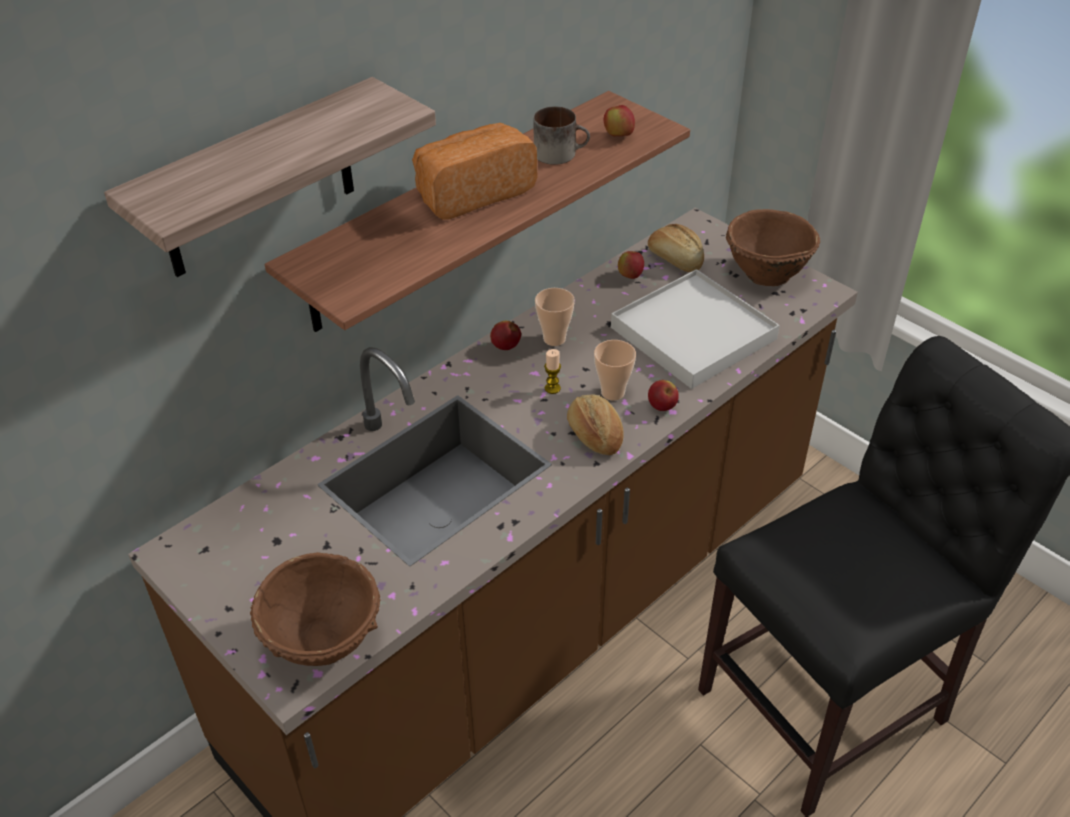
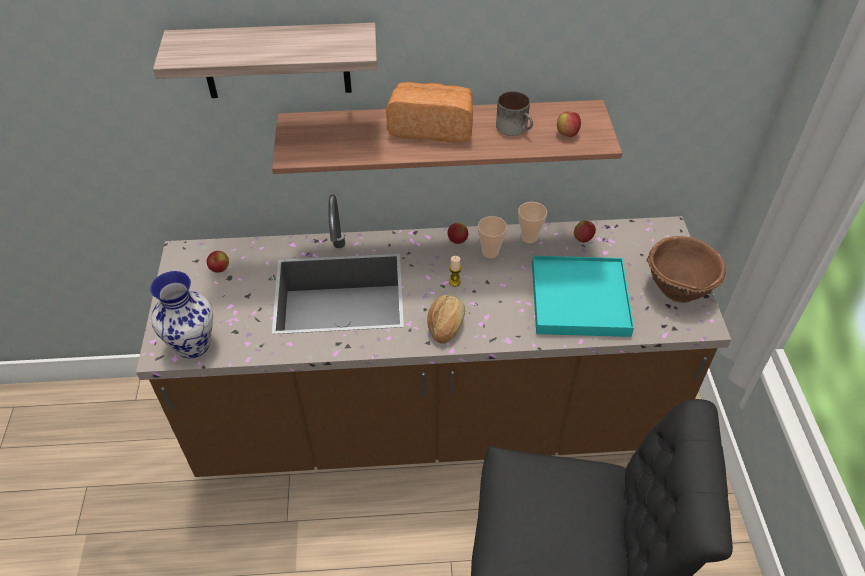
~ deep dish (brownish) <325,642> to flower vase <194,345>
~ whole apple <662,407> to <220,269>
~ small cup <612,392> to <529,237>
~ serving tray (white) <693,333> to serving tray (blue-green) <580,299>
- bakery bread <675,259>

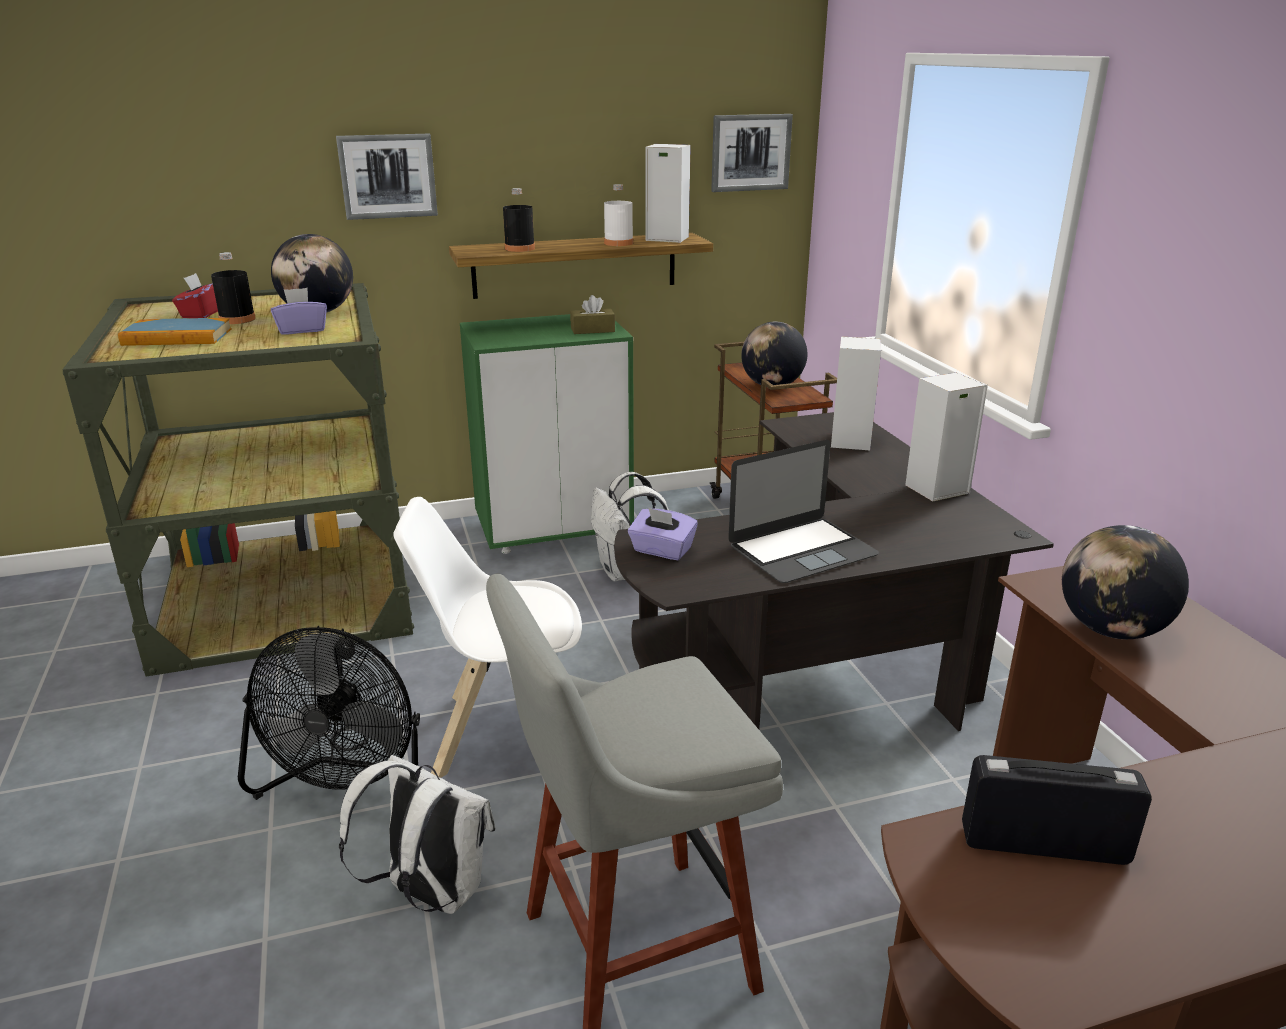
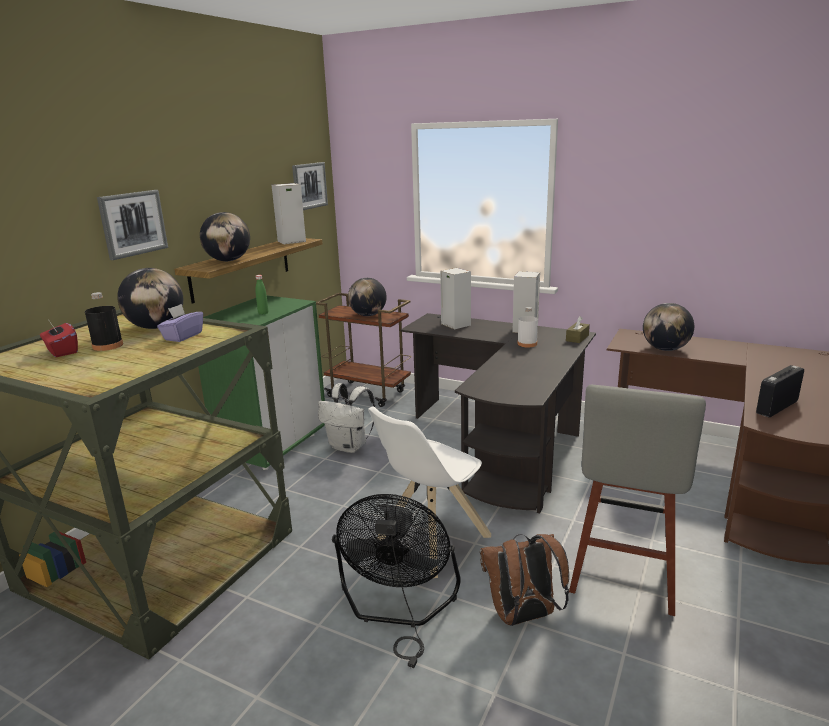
~ beverage bottle (blackish) <519,248> to world globe <228,260>
+ beverage bottle (green-coloured) <263,313>
~ electric fan (blackish) <346,783> = <397,611> 135 degrees counterclockwise
~ backpack (white) <430,893> to backpack (brownish) <522,617>
~ beverage bottle (white) <618,243> to <527,344>
~ tissue box (brownish) <592,330> to <577,338>
- volume <177,337>
- tissue box (purple-coloured) <662,550>
- laptop <802,550>

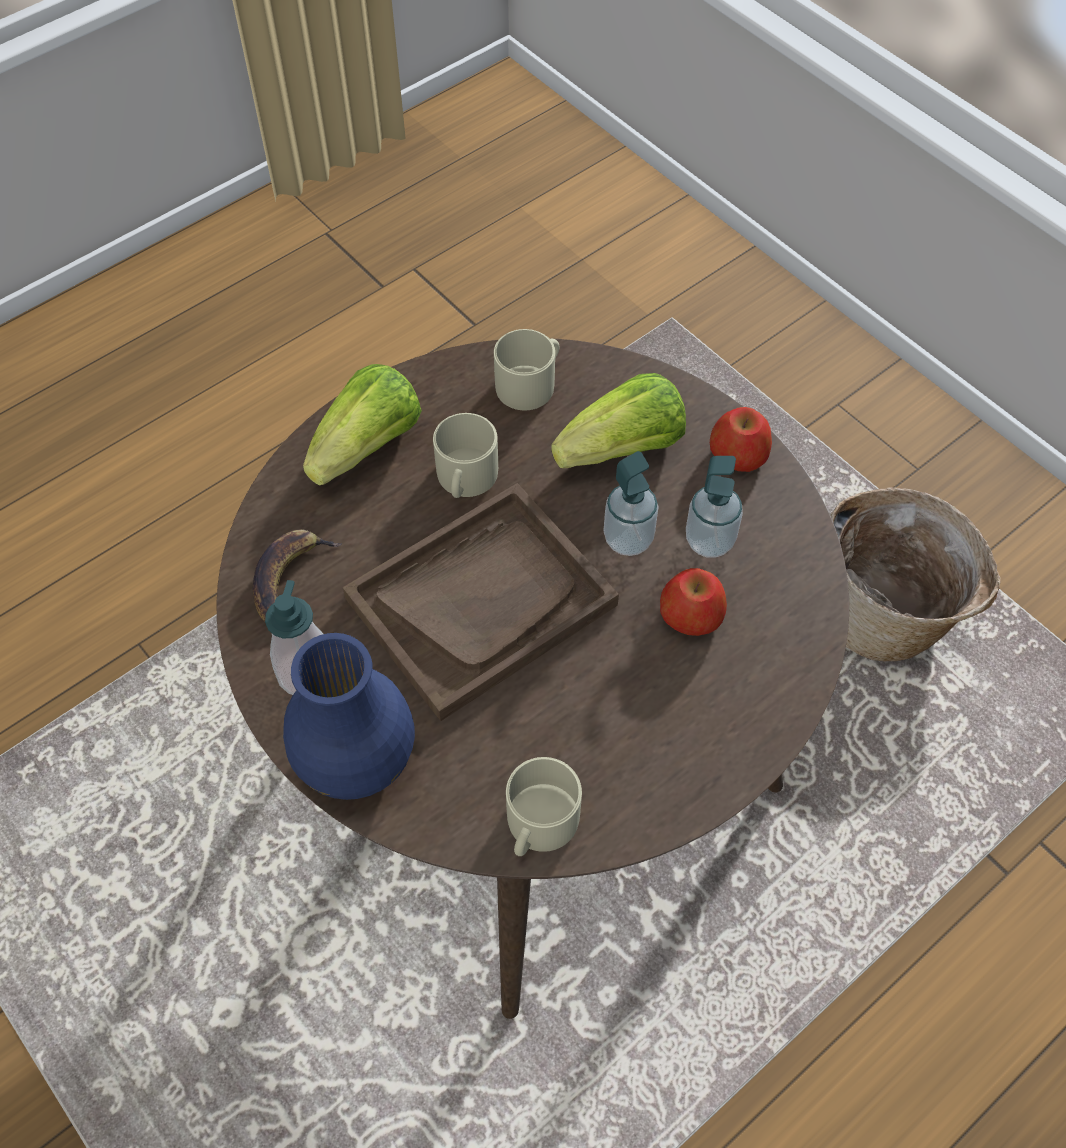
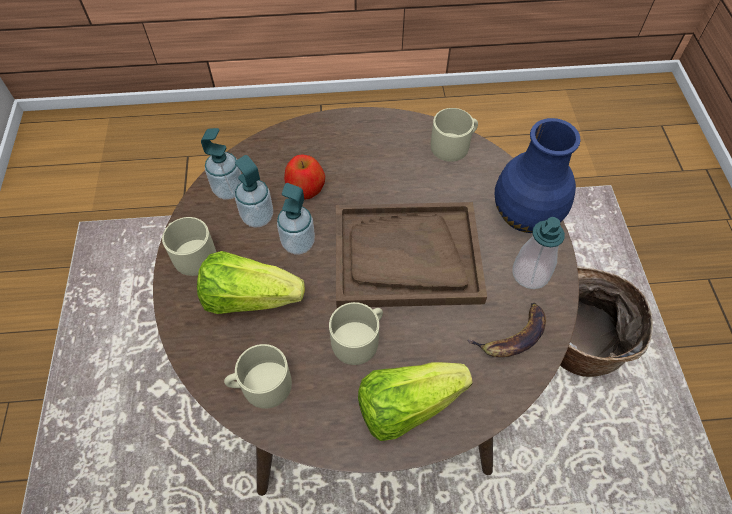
~ whole apple <737,455> to tea mug (sand-coloured) <191,253>
+ soap bottle <228,190>
~ household basket <887,613> to <575,343>

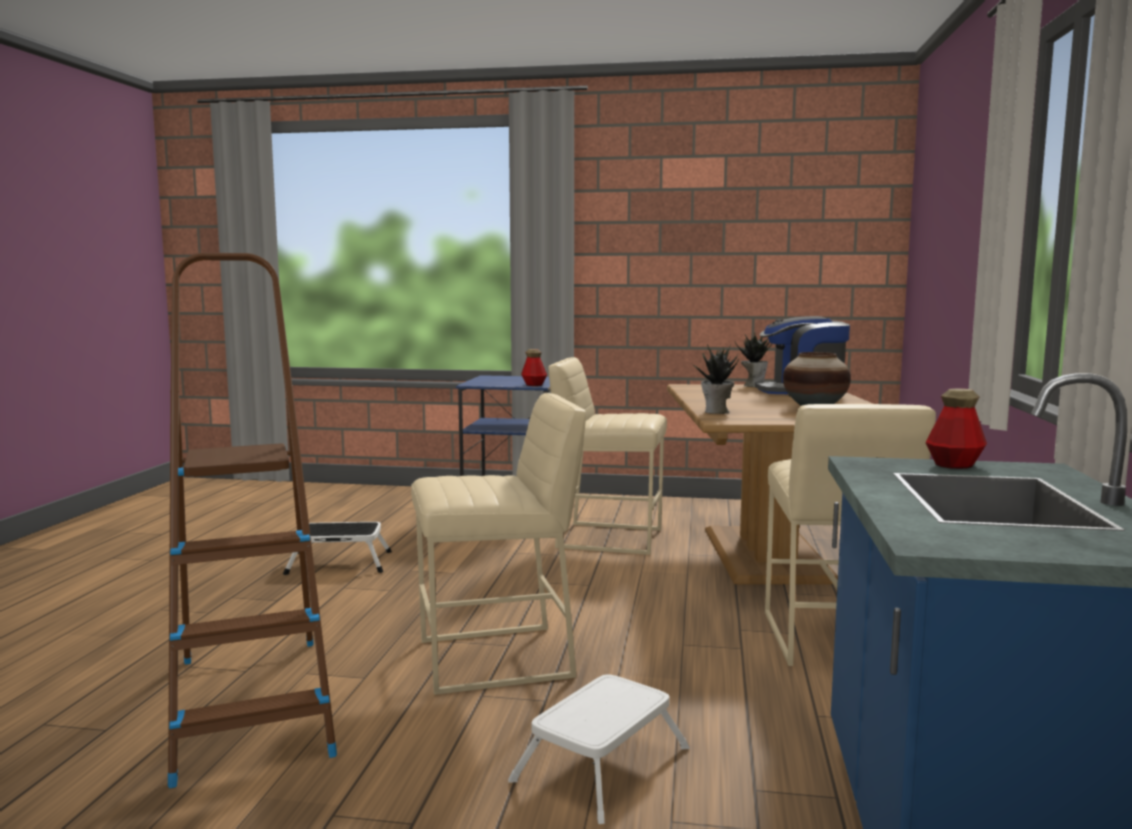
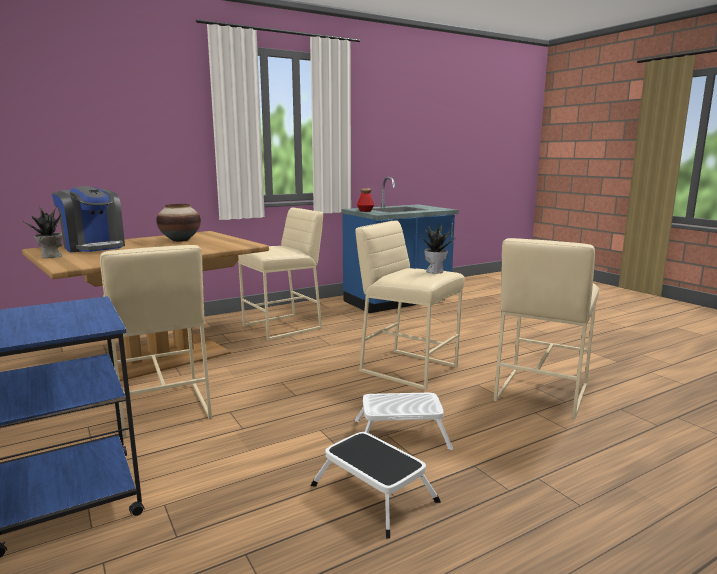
~ stepladder (white) <601,763> to <401,434>
~ houseplant <716,412> to <435,271>
~ stepladder (brownish) <252,704> to stool (sand-coloured) <541,393>
- beverage bottle <534,385>

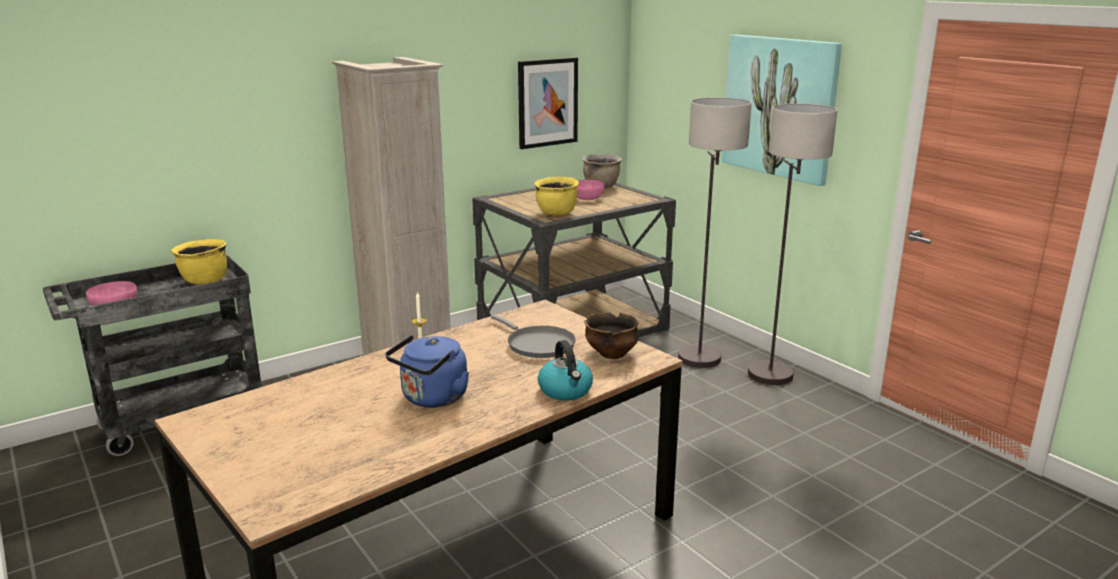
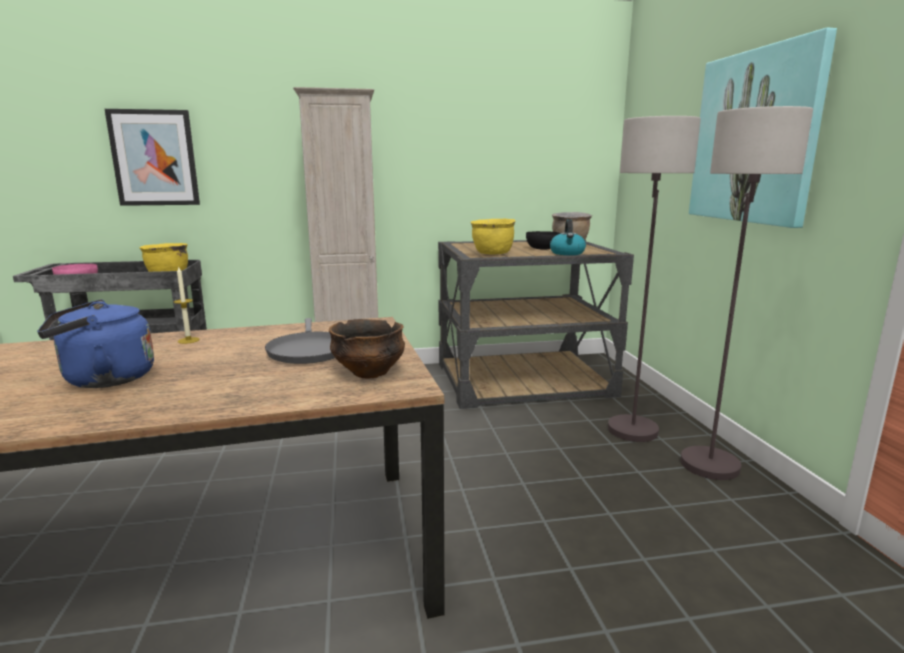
~ wall picture <547,102> to <154,158>
~ deep dish (pinkish) <587,198> to deep dish (blackish) <542,248>
~ kettle <566,390> to <567,253>

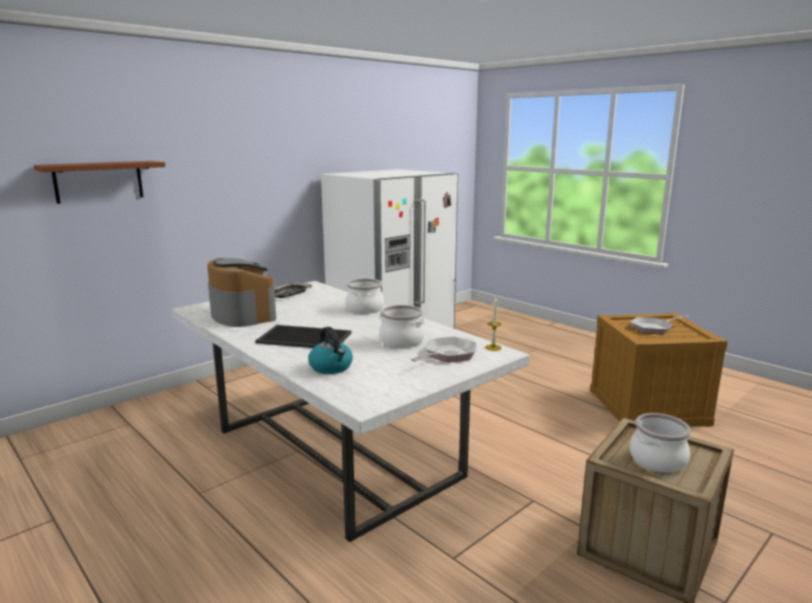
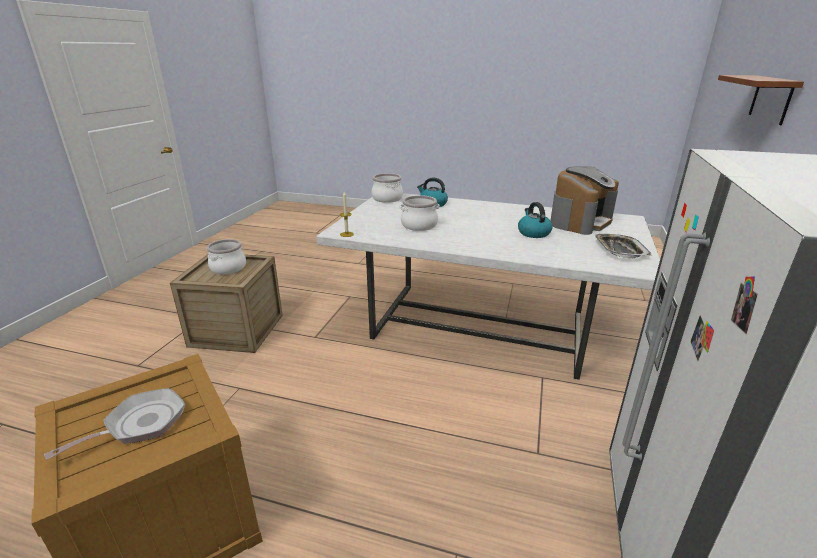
~ cooking pot <364,309> to <387,198>
+ kettle <533,233>
~ coffee brewer <242,314> = <580,221> 75 degrees counterclockwise
- serving tray <303,338>
- frying pan <447,355>

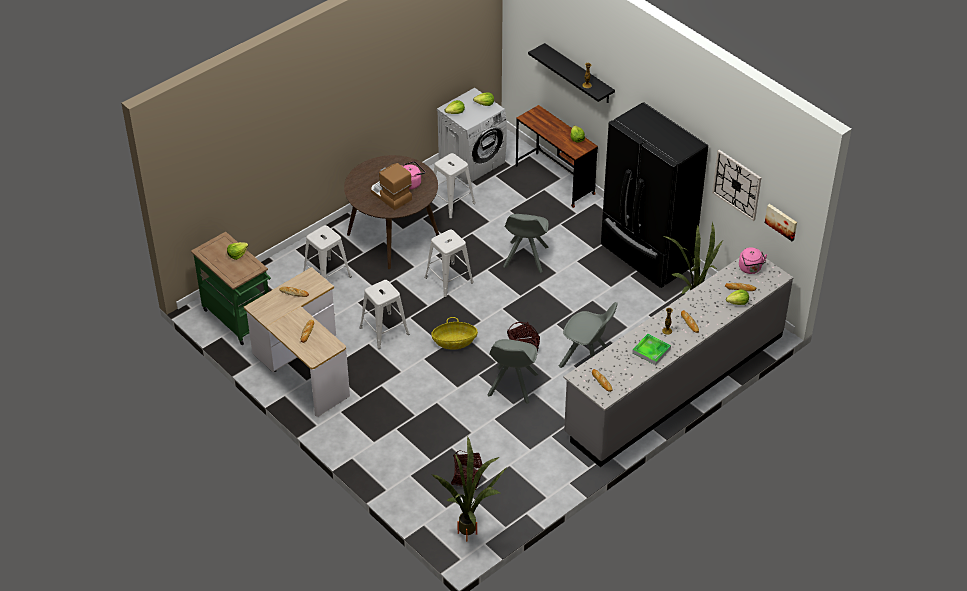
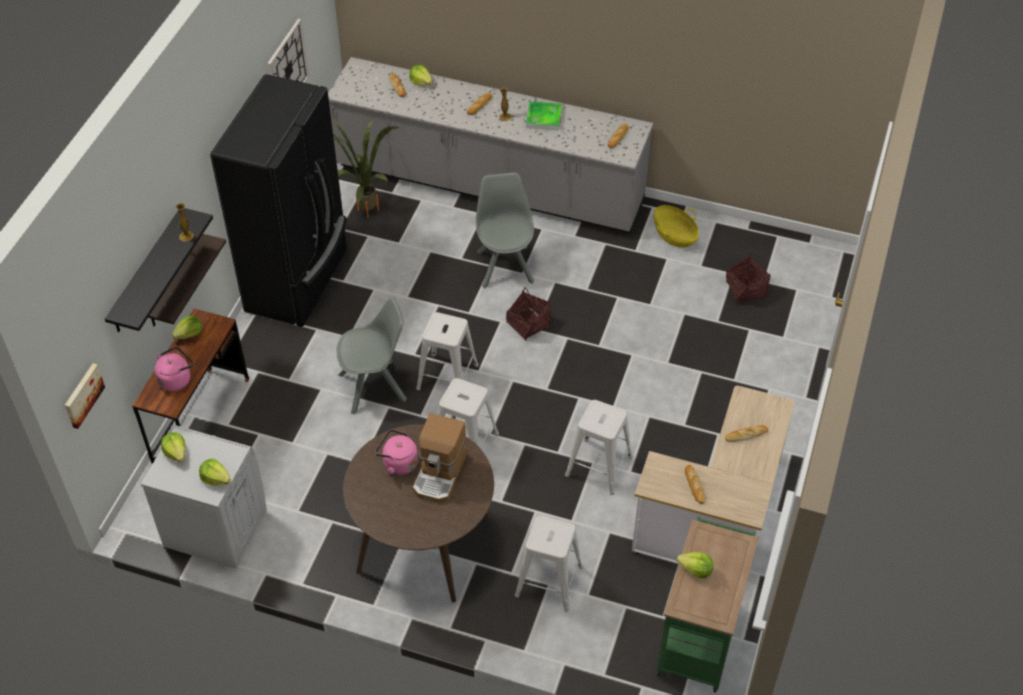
~ wall picture <781,221> to <82,395>
+ wall shelf <171,282>
~ kettle (pinkish) <750,269> to <176,379>
~ stool (white) <452,202> to <447,377>
~ household basket <454,342> to <674,235>
- houseplant <472,531>
- chair (grey) <512,386>

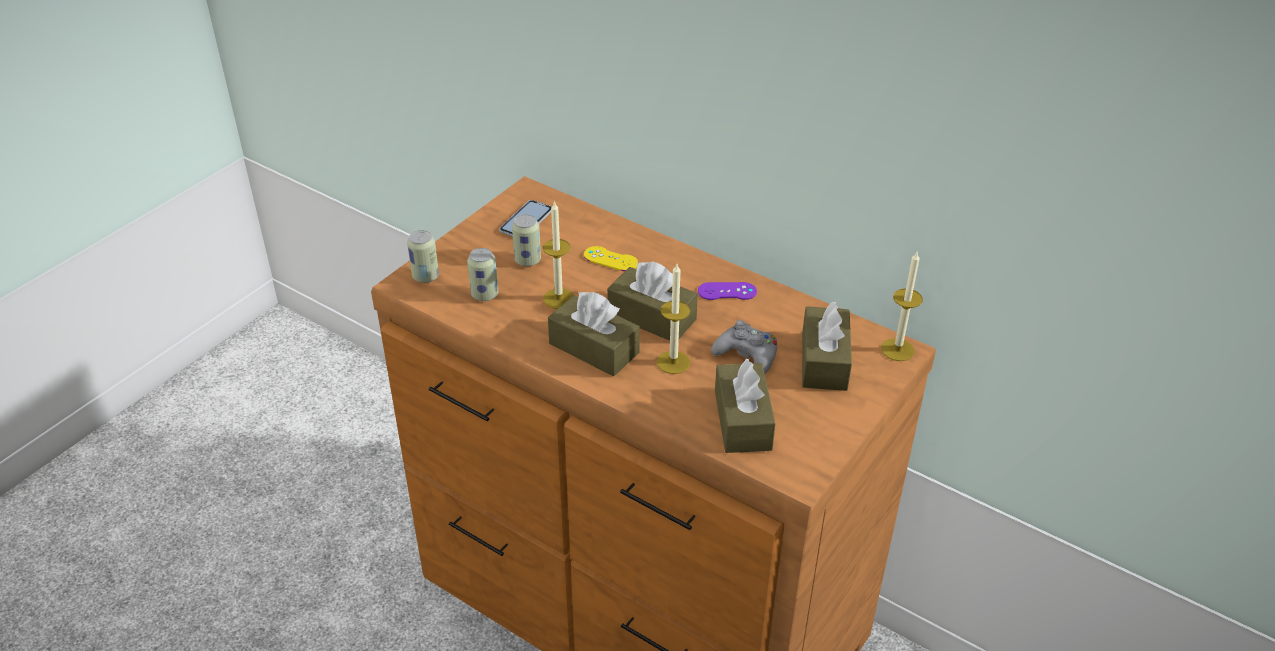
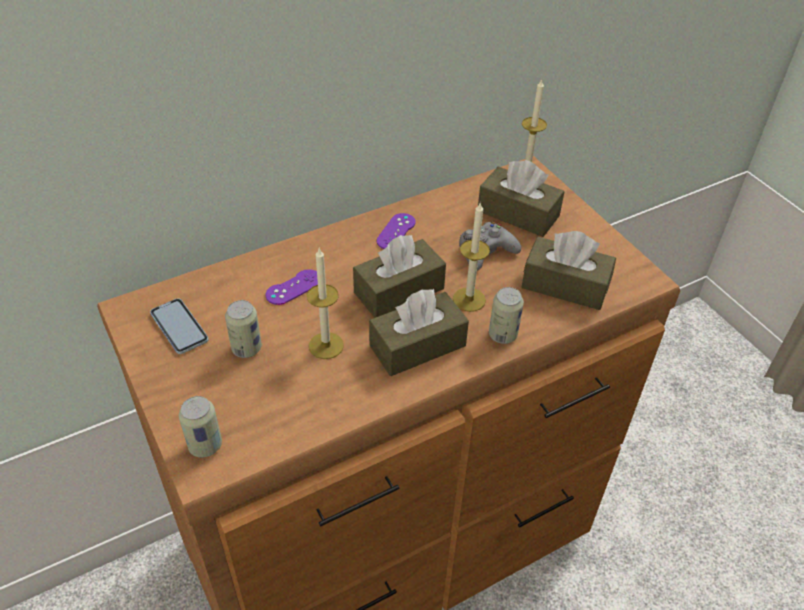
~ game controller (yellow-coloured) <610,259> to game controller (purple-coloured) <293,287>
~ can <484,295> to <502,335>

